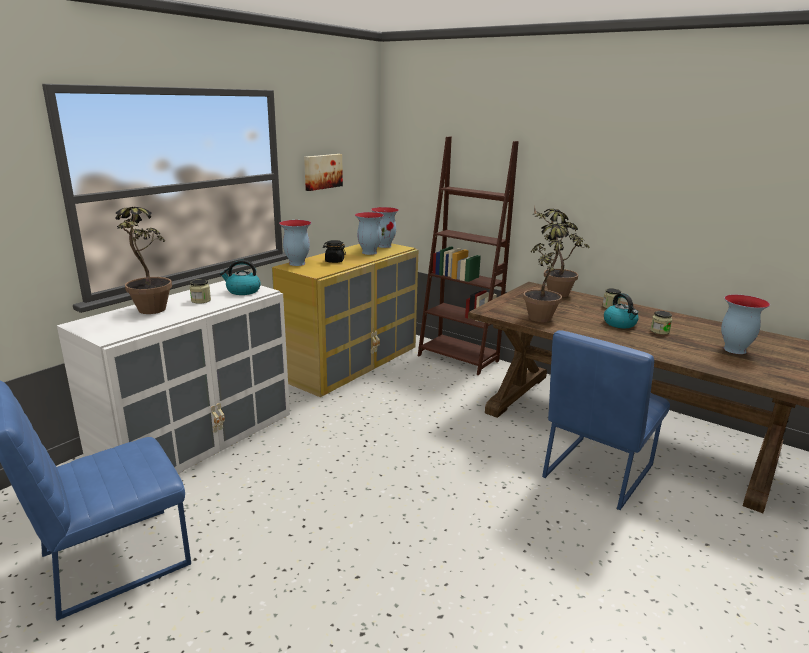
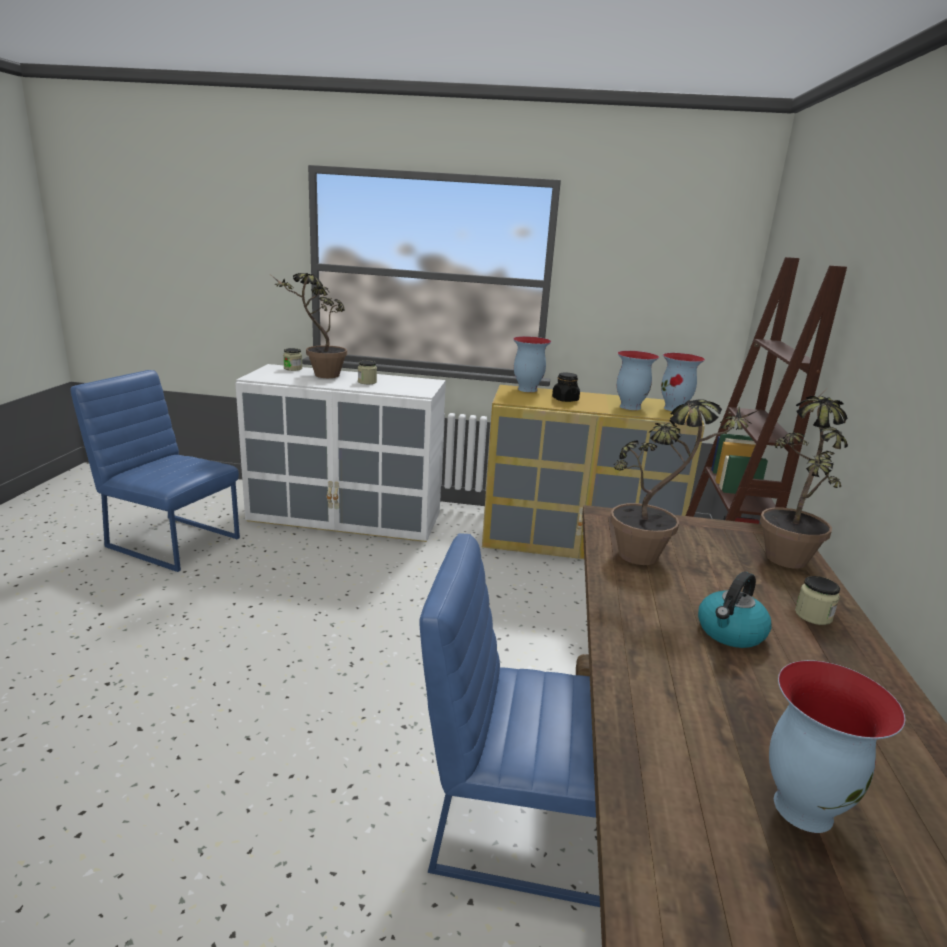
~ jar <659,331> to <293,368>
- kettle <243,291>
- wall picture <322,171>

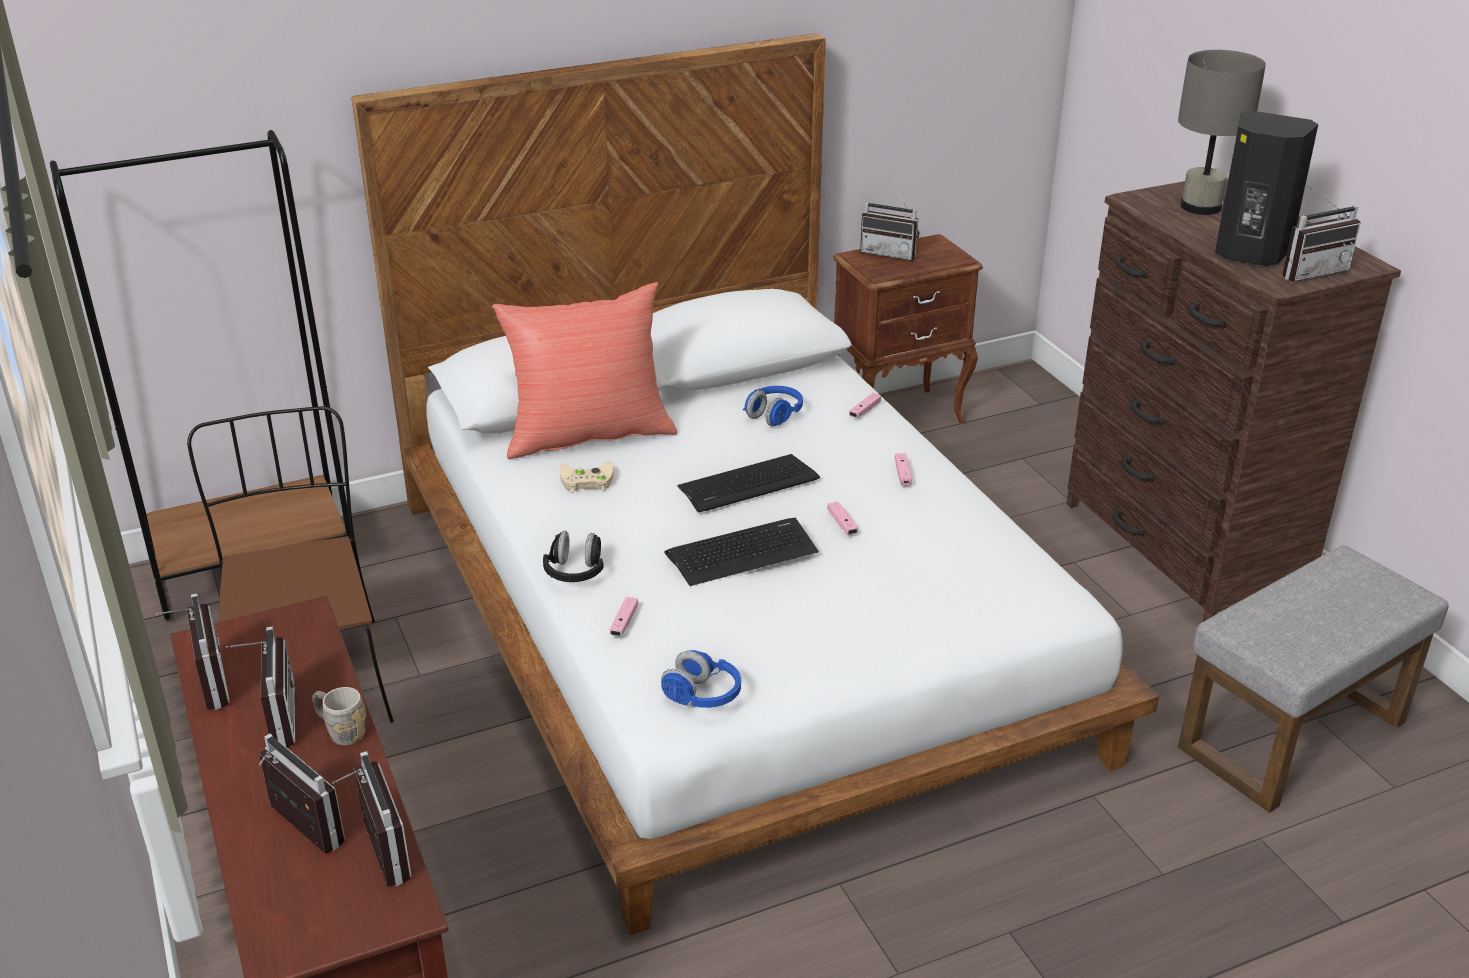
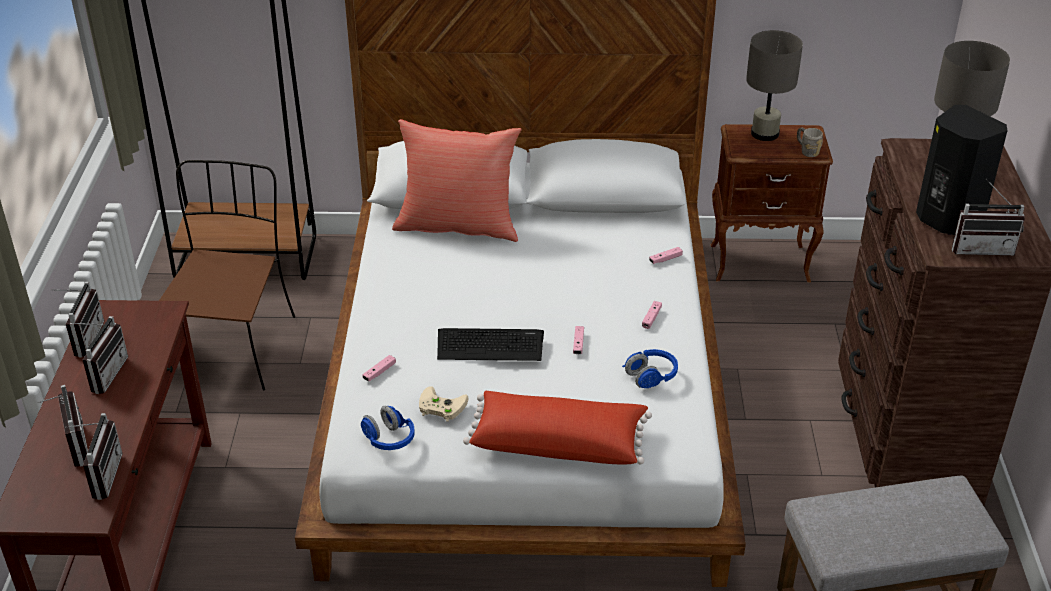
~ game controller (sand-coloured) <585,481> to <440,407>
+ pillow (reddish) <558,442>
~ headset (blue-coloured) <774,415> to <651,376>
~ radio receiver <890,253> to lamp for a table (grey) <765,134>
~ tea mug (grey) <341,731> to <807,151>
- headset (blackish) <575,572>
- computer keyboard <748,485>

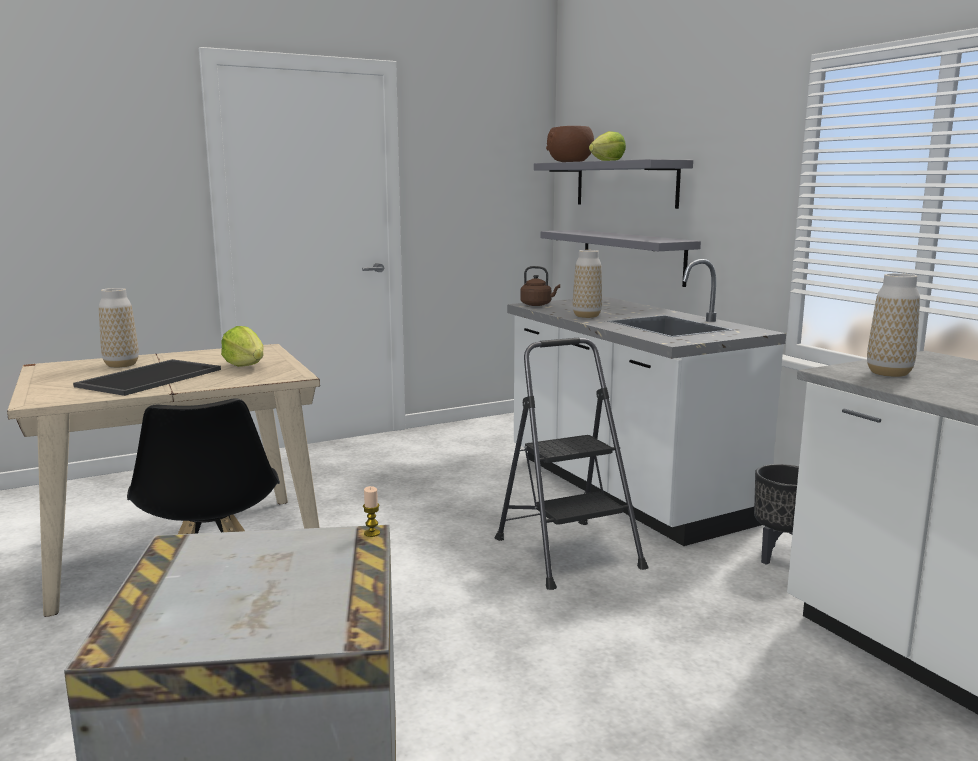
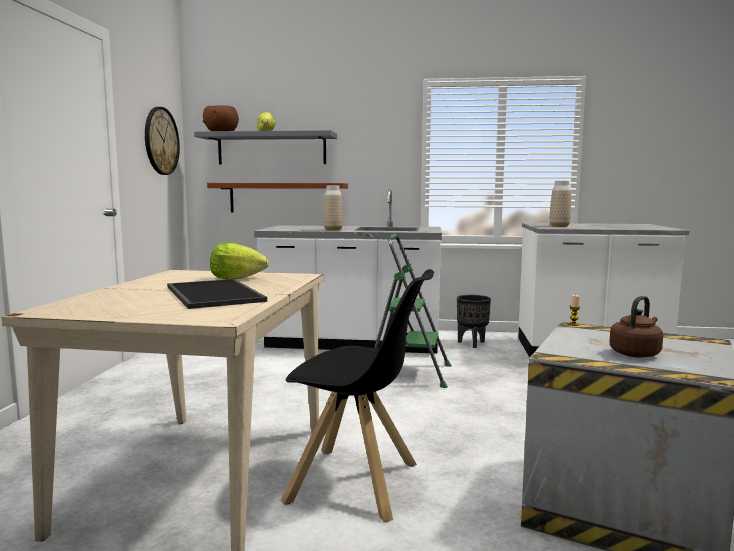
+ hanging clock <161,141>
~ wall shelf (grey) <632,256> to wall shelf (brownish) <283,198>
~ stepladder (blackish) <566,550> to stepladder (green-coloured) <405,372>
~ kettle (brownish) <537,305> to <636,353>
- flower vase <121,365>

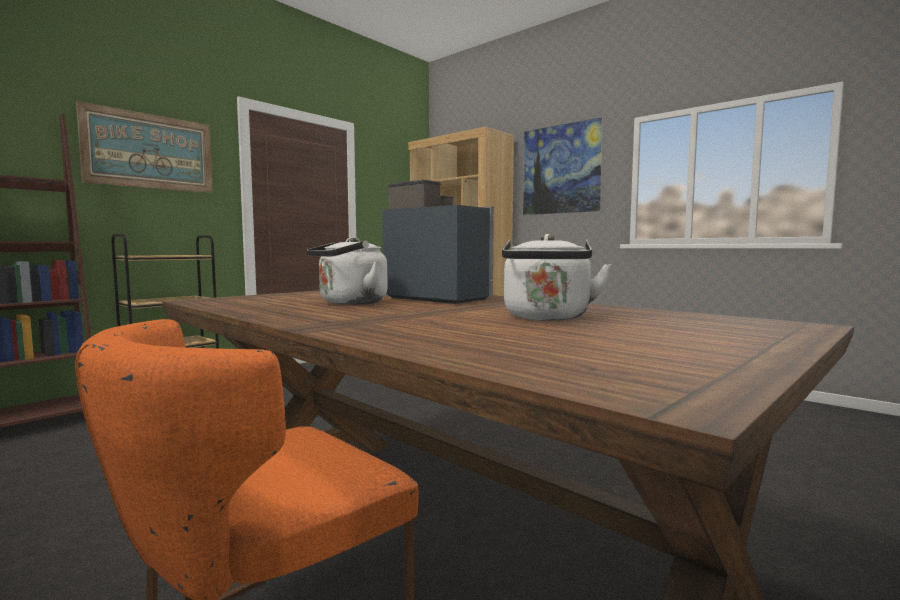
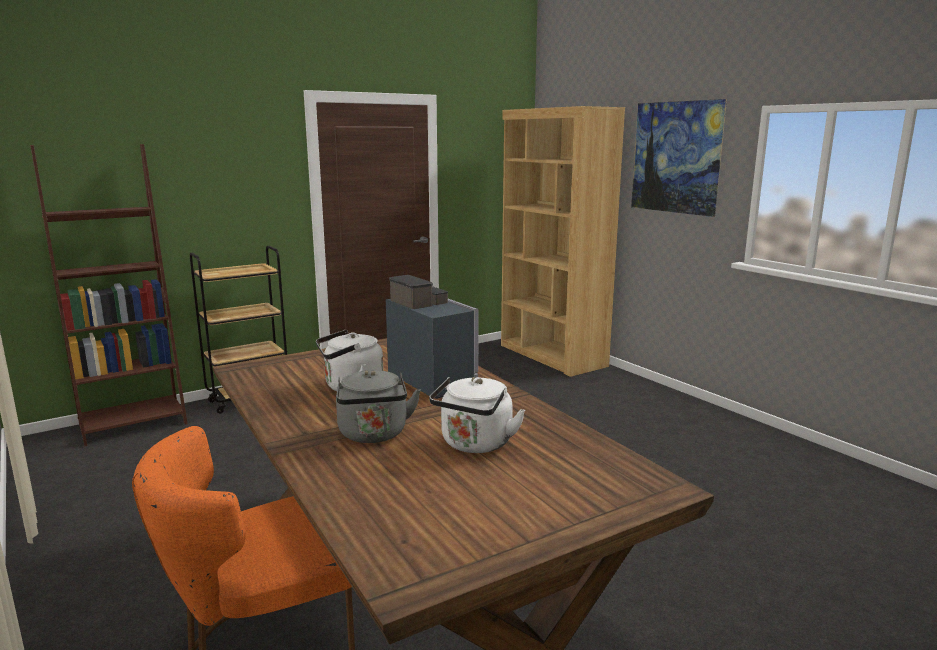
+ kettle (grey) <374,435>
- wall picture <150,151>

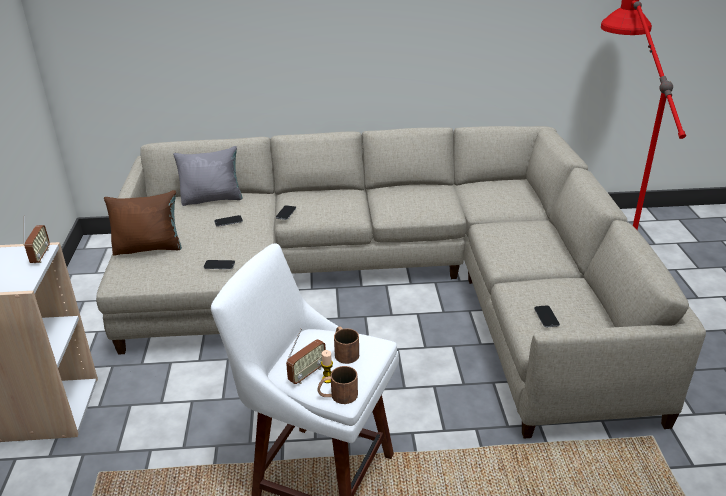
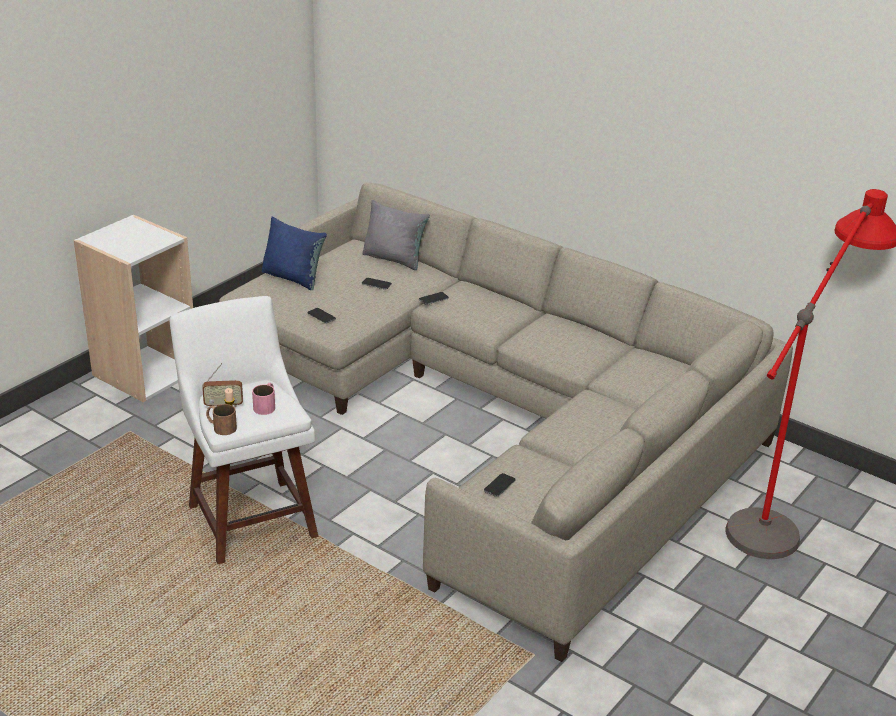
~ tea mug (brownish) <344,351> to tea mug (pinkish) <266,405>
~ pillow (brownish) <149,248> to pillow (blue-coloured) <293,278>
- radio receiver <40,256>

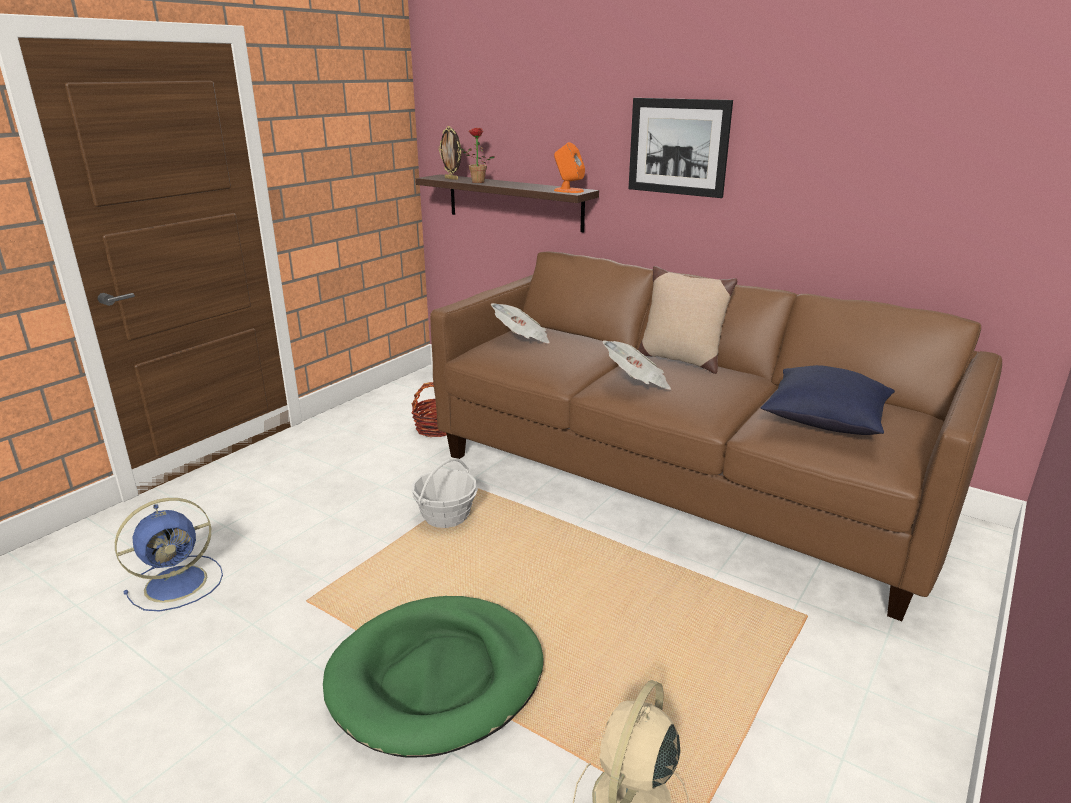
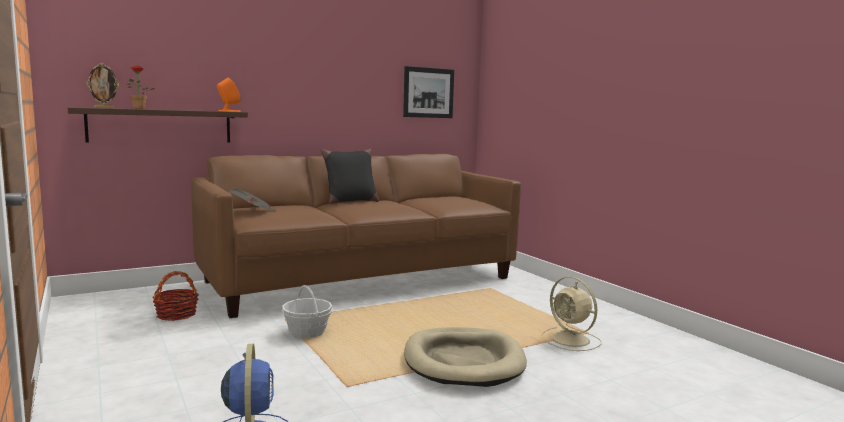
~ pillow (sand-coloured) <680,359> to pillow (blackish) <350,201>
~ wall picture <678,147> to <428,92>
~ pet bed (green-coloured) <437,678> to pet bed (sand-coloured) <463,361>
- daily paper <637,382>
- pillow (blue-coloured) <824,421>

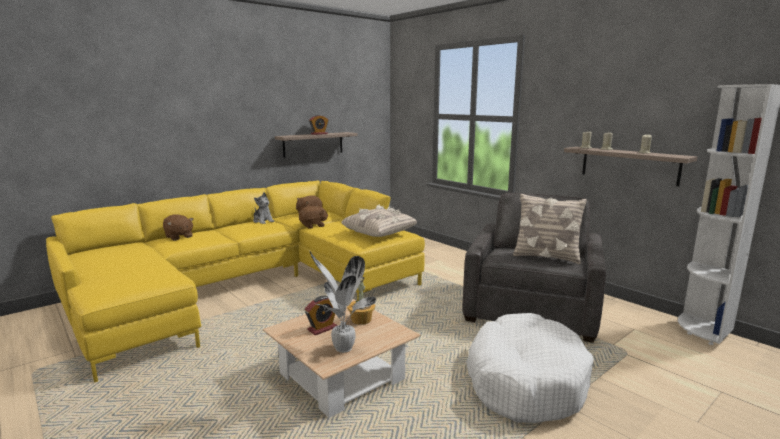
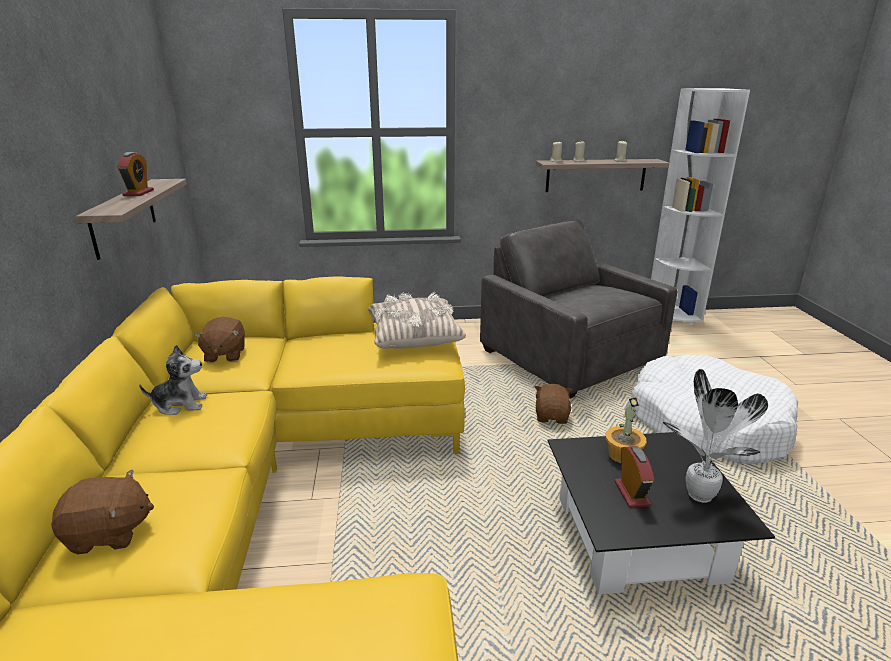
~ cuddly toy (brownish) <313,226> to <552,417>
~ coffee table (sand-coloured) <341,377> to coffee table (blackish) <637,538>
- pillow (sand-coloured) <546,257>

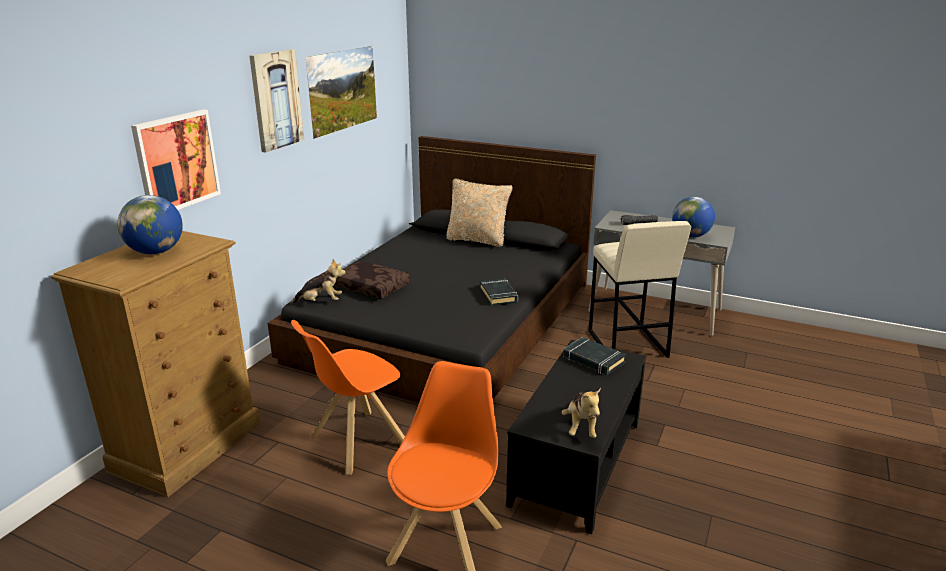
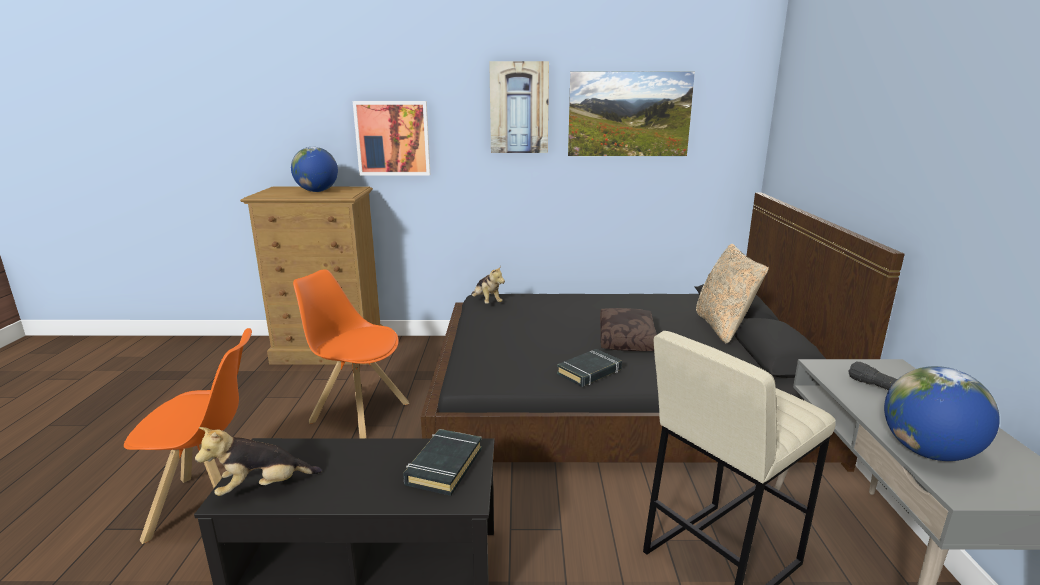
~ pillow (brownish) <372,287> to <628,339>

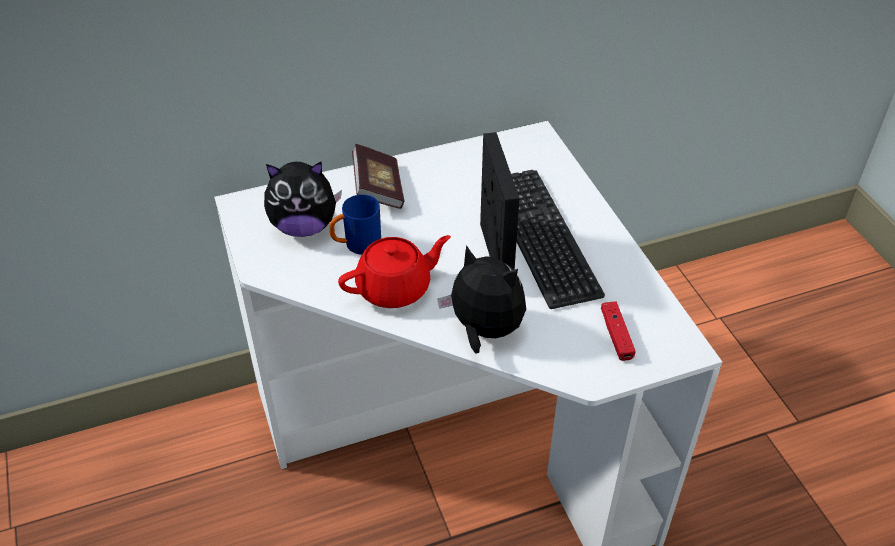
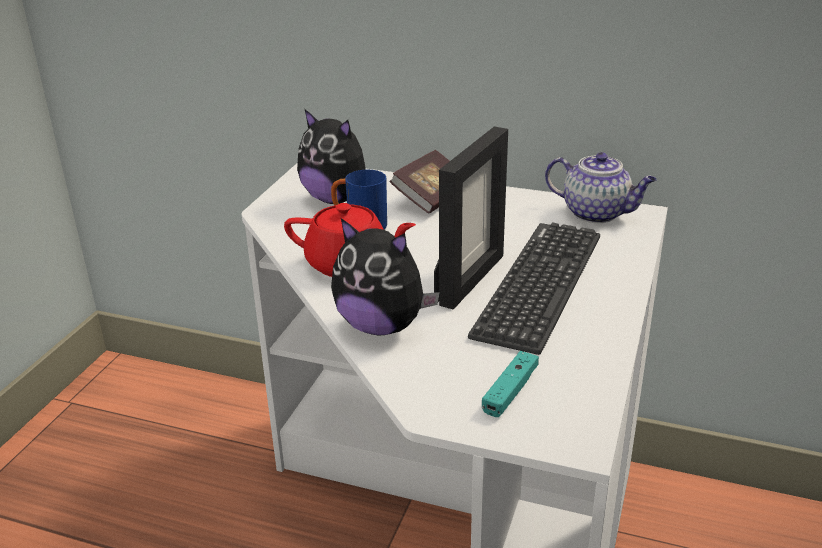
~ cuddly toy <484,330> = <382,326> 135 degrees clockwise
~ game controller (reddish) <616,335> to game controller (blue-green) <510,391>
+ teapot <597,213>

